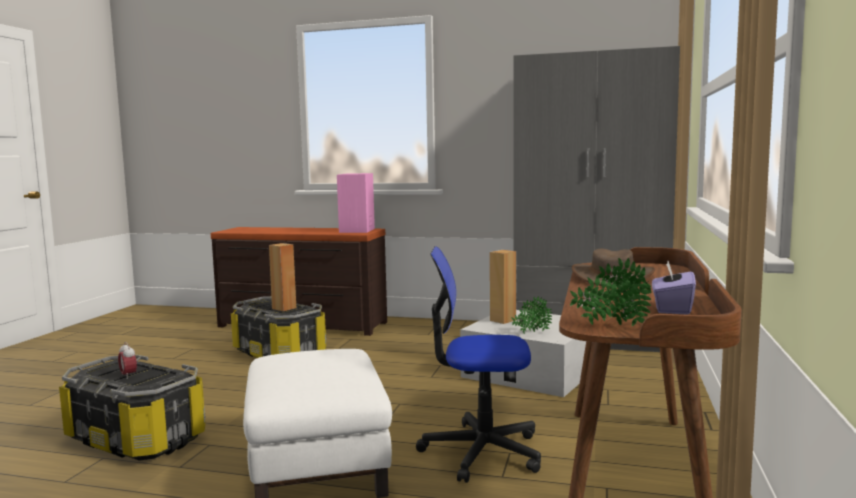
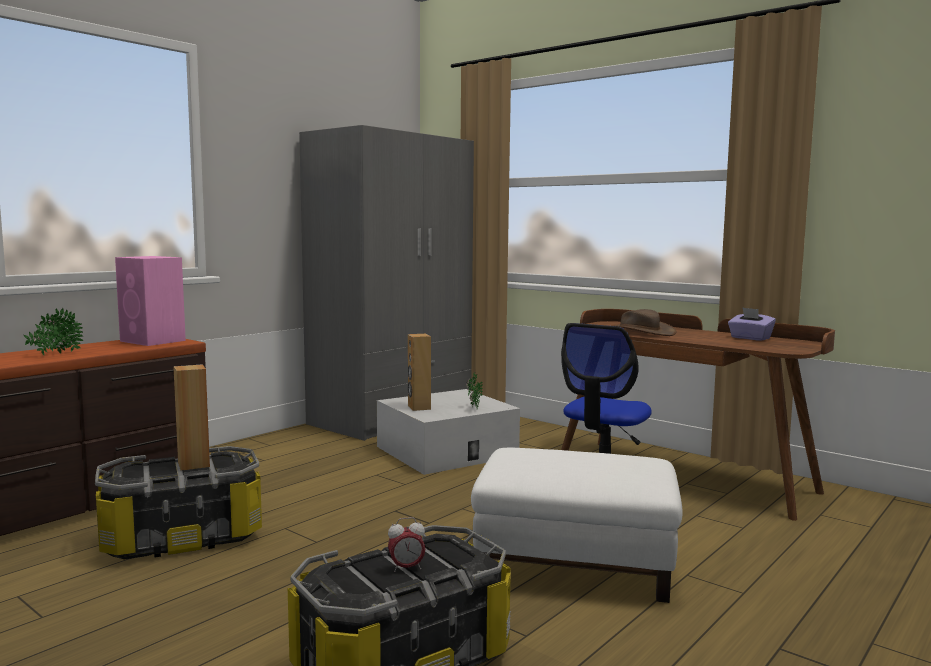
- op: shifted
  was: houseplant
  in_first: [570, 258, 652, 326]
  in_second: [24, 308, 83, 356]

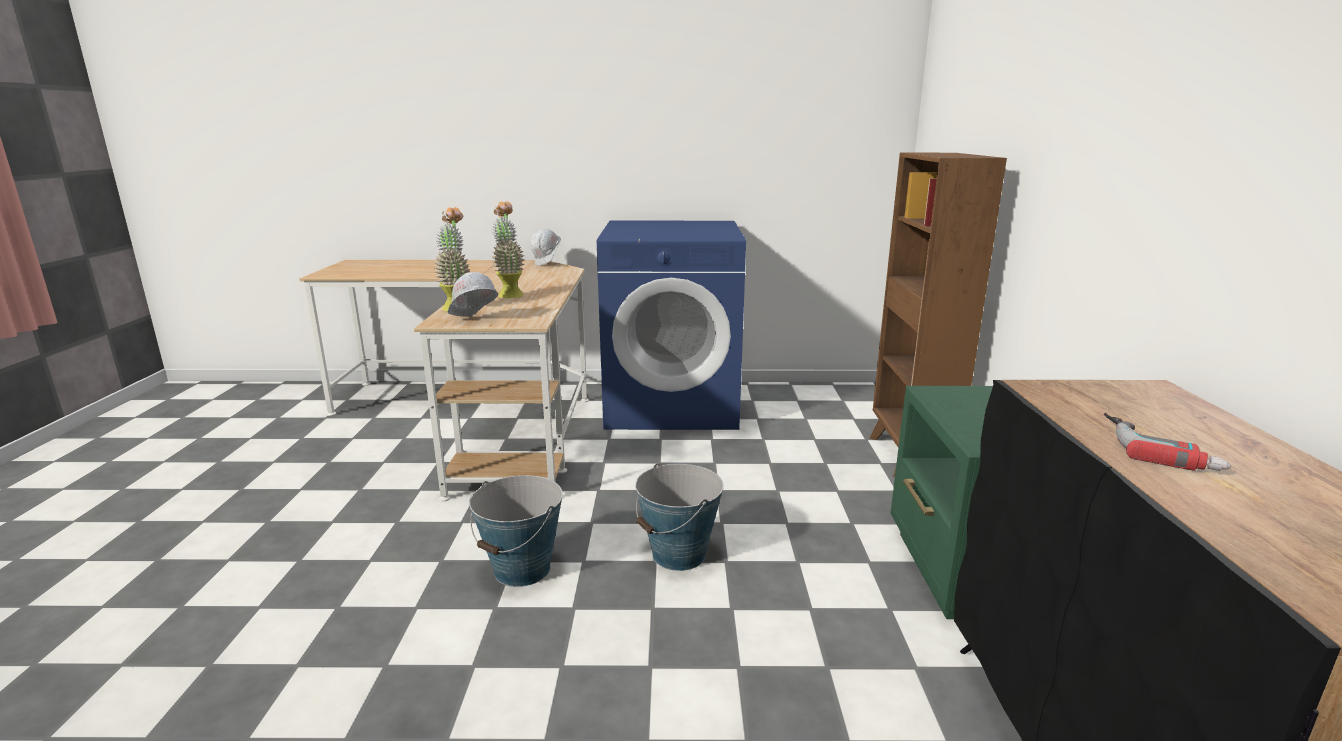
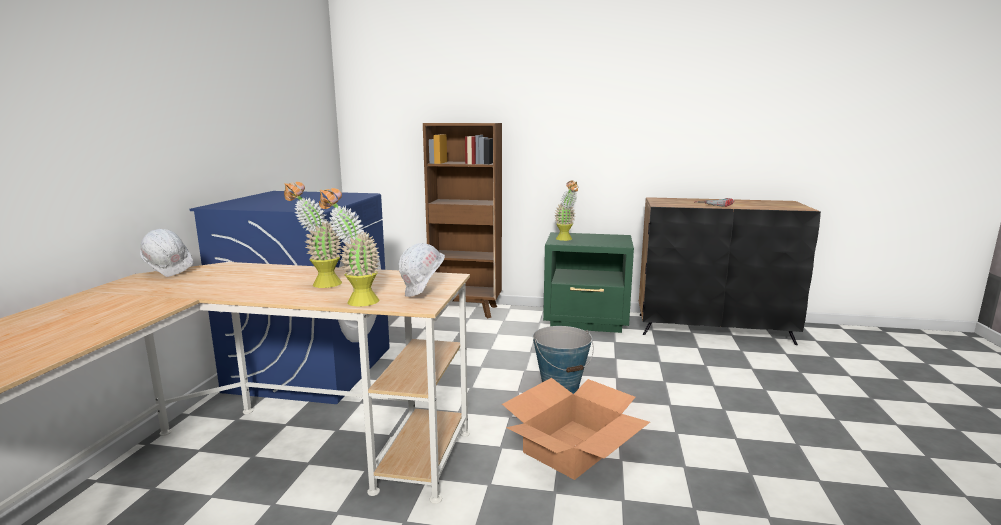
- op: swapped
  was: pail
  now: carton
  in_first: [469, 475, 563, 587]
  in_second: [502, 378, 650, 480]
- op: new
  now: houseplant
  in_second: [555, 180, 579, 241]

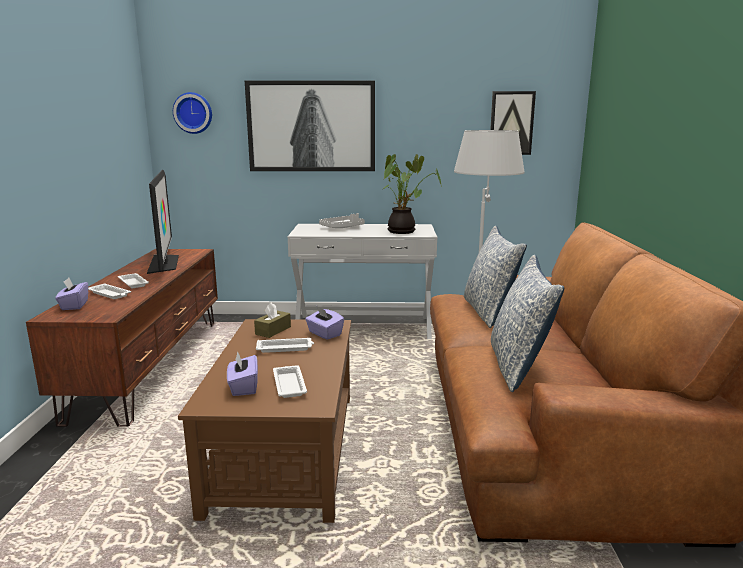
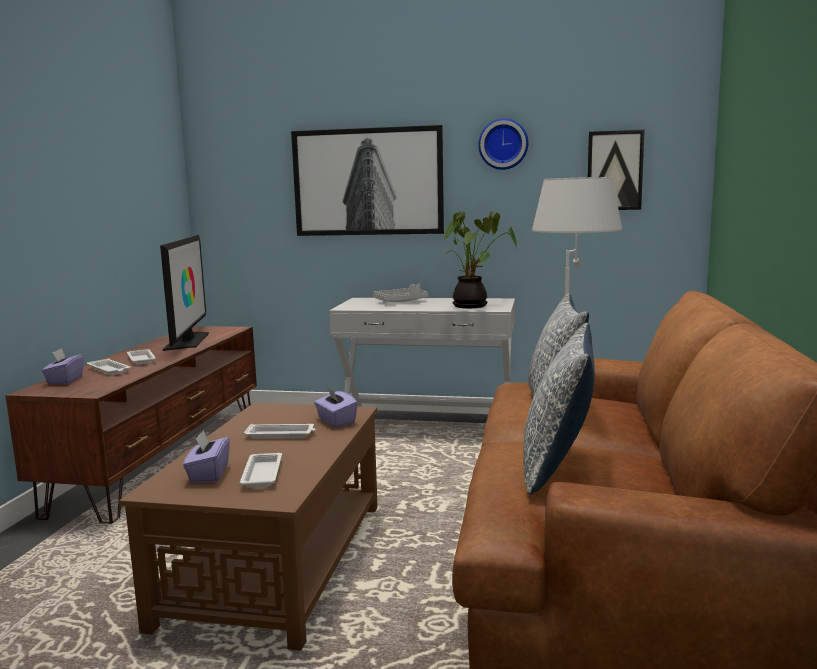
- op: shifted
  was: hanging clock
  in_first: [173, 92, 212, 134]
  in_second: [478, 118, 528, 170]
- op: gone
  was: box of tissues (brownish)
  in_first: [254, 303, 291, 338]

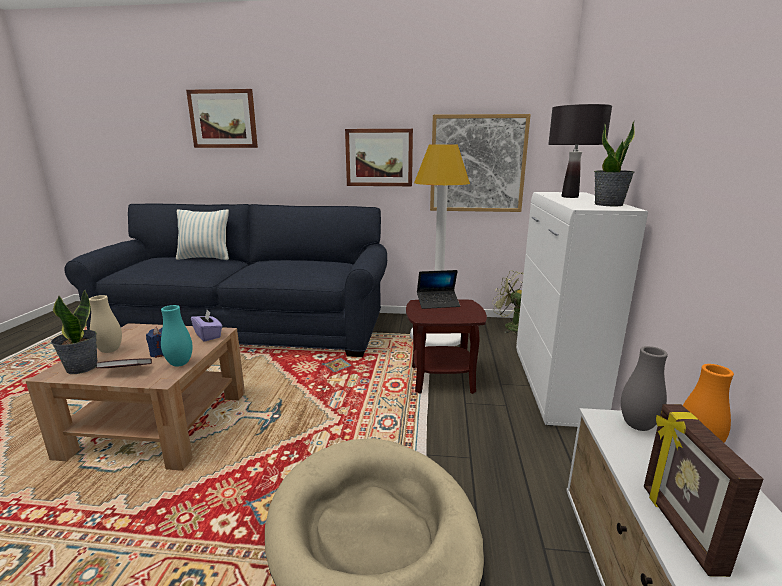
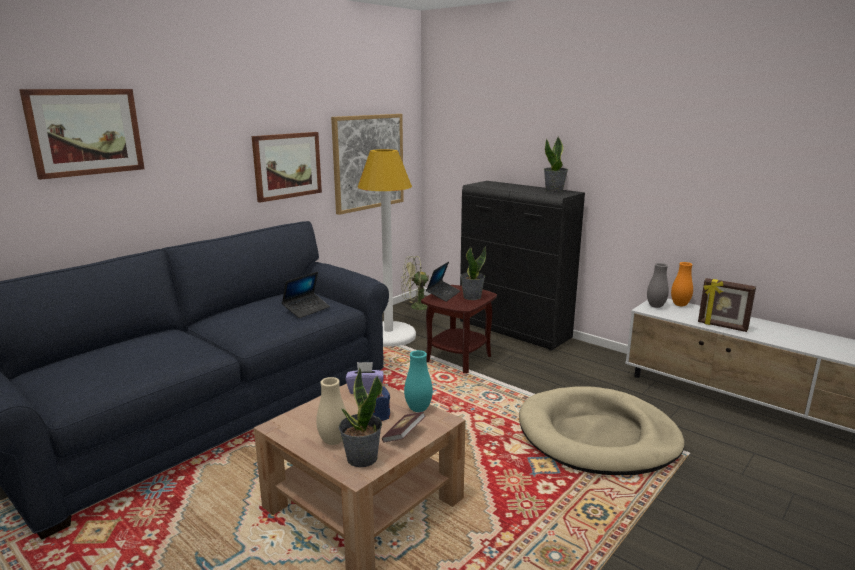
- op: gone
  was: throw pillow
  in_first: [176, 209, 229, 260]
- op: repainted
  was: storage cabinet (whitish)
  now: storage cabinet (black)
  in_first: [516, 192, 648, 427]
  in_second: [460, 181, 585, 351]
- op: gone
  was: table lamp (black)
  in_first: [548, 104, 612, 198]
- op: new
  now: laptop
  in_second: [282, 272, 330, 318]
- op: new
  now: houseplant
  in_second: [460, 246, 486, 300]

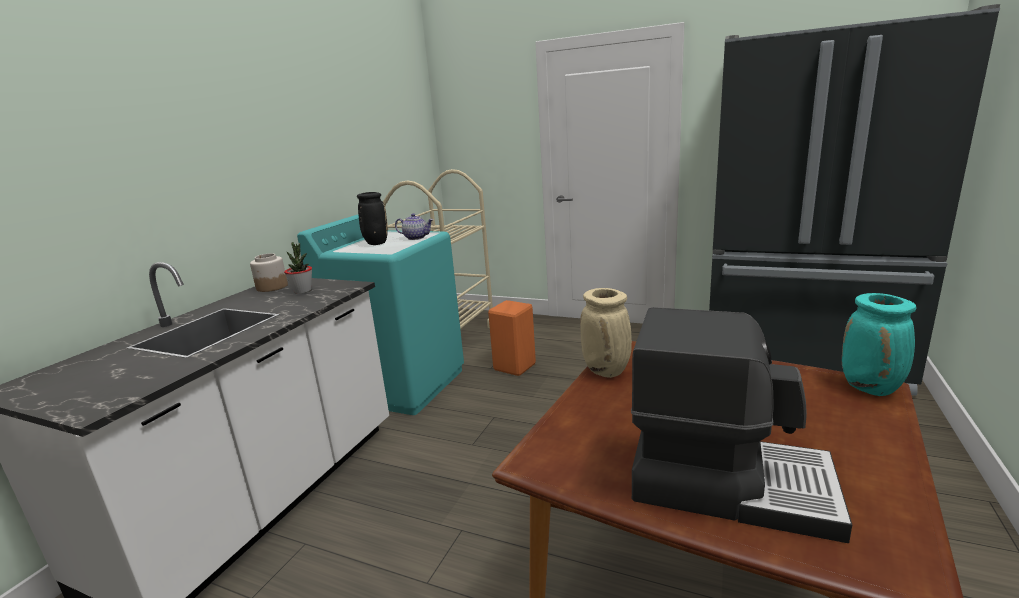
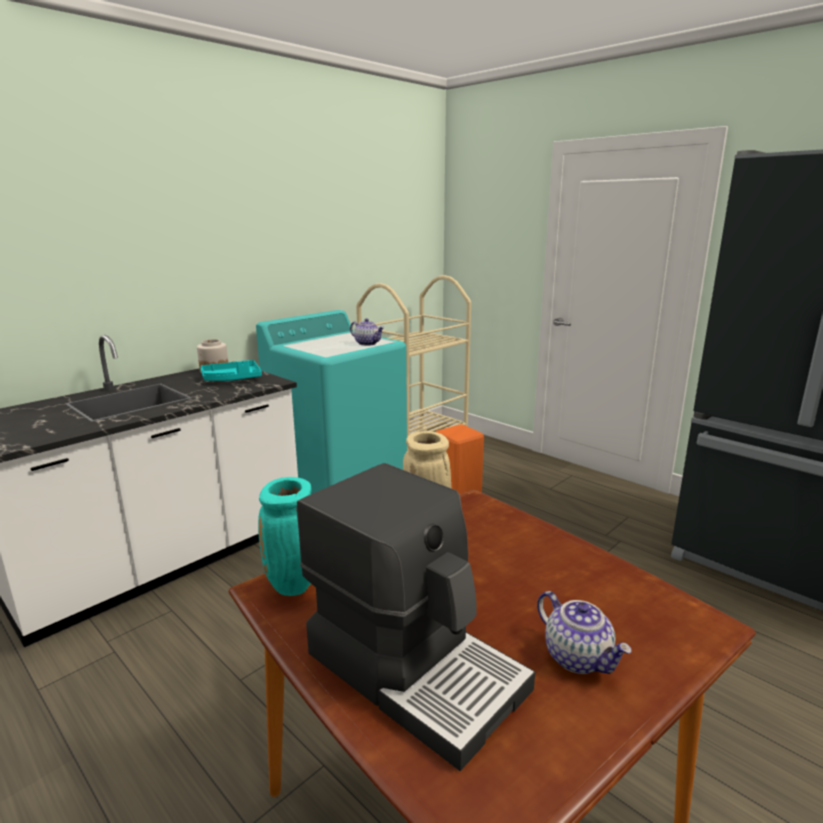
- op: swapped
  was: houseplant
  now: tray (turquoise)
  in_first: [284, 242, 312, 294]
  in_second: [201, 360, 262, 381]
- op: gone
  was: vase (black)
  in_first: [357, 192, 388, 245]
- op: shifted
  was: vase (turquoise)
  in_first: [842, 293, 916, 396]
  in_second: [258, 477, 312, 596]
- op: new
  now: tea pot
  in_second: [537, 591, 632, 674]

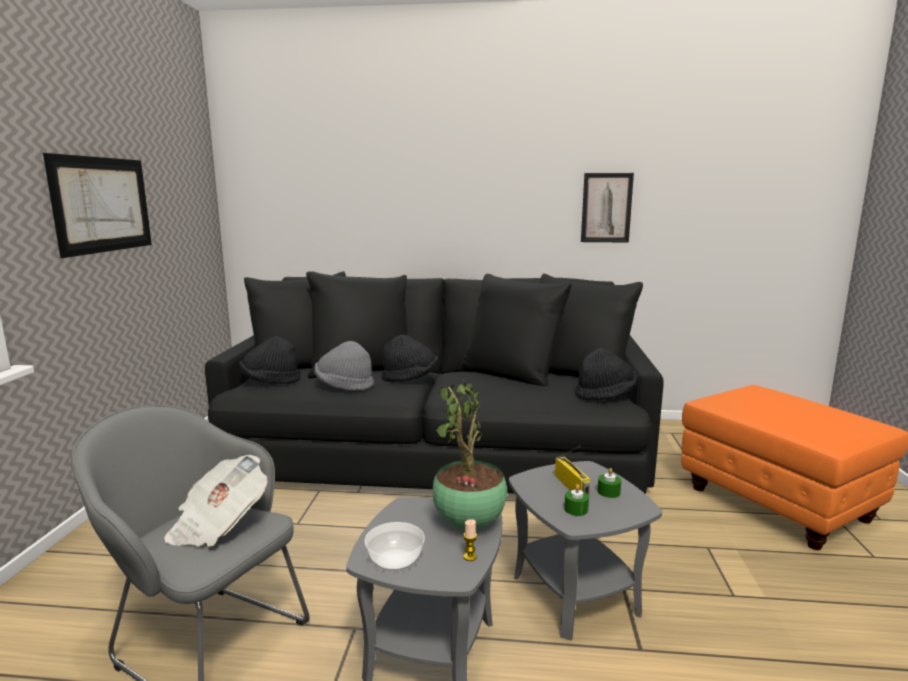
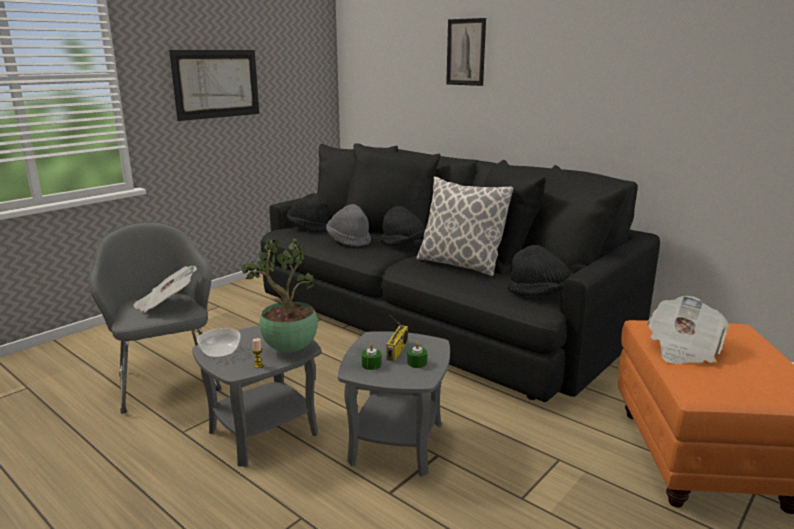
- op: shifted
  was: picture
  in_first: [581, 173, 634, 243]
  in_second: [446, 18, 486, 86]
- op: new
  now: throw pillow
  in_second: [416, 177, 514, 276]
- op: new
  now: printed paper
  in_second: [647, 296, 729, 364]

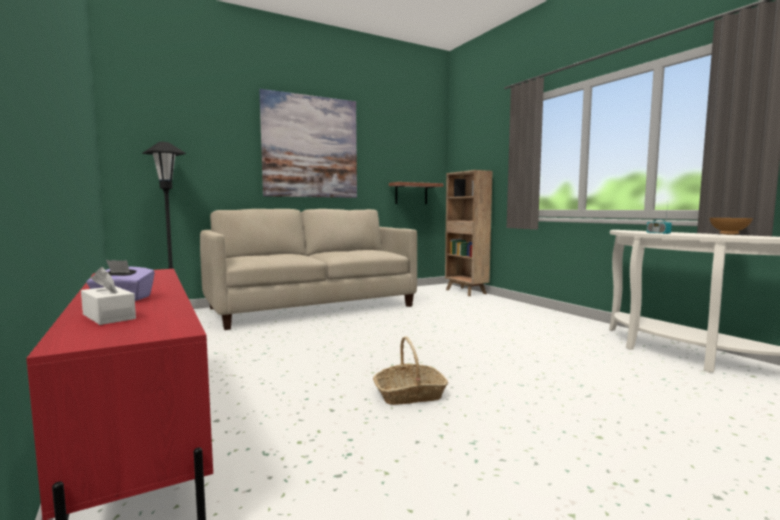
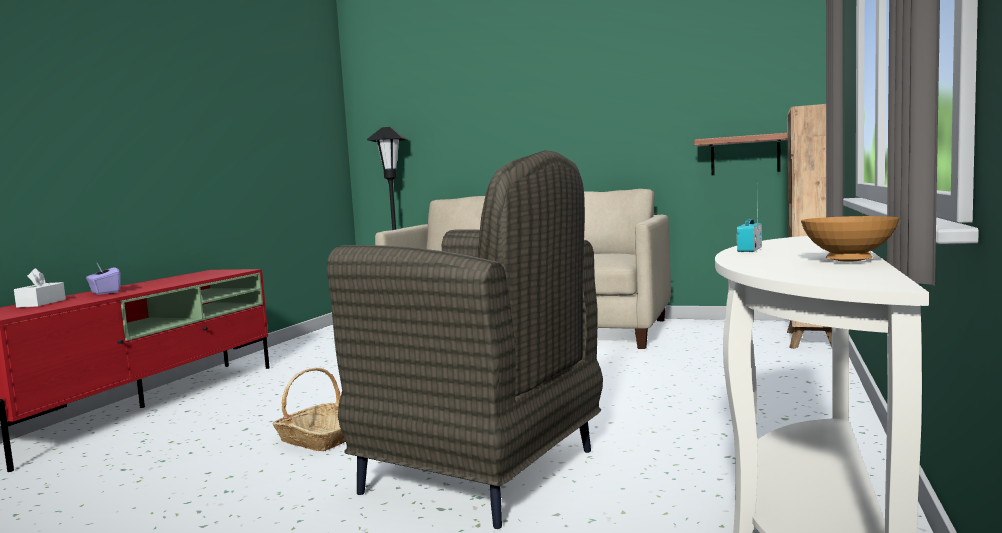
- op: gone
  was: picture
  in_first: [259, 89, 357, 198]
- op: new
  now: lounge chair (greyish)
  in_second: [327, 150, 603, 529]

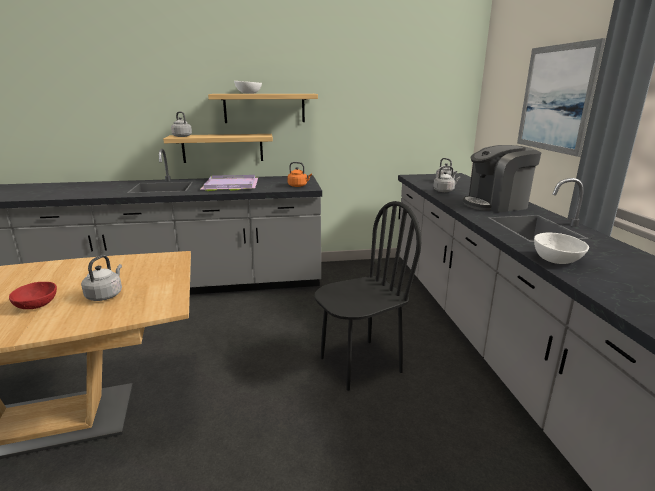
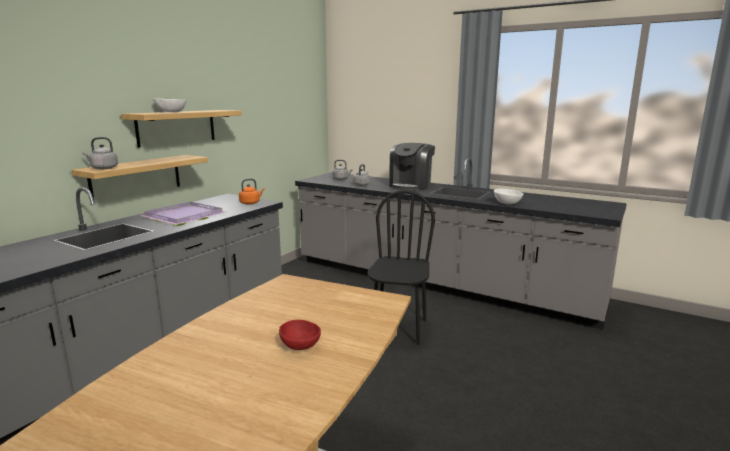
- op: gone
  was: kettle (greyish)
  in_first: [81, 255, 122, 301]
- op: gone
  was: picture
  in_first: [517, 38, 606, 157]

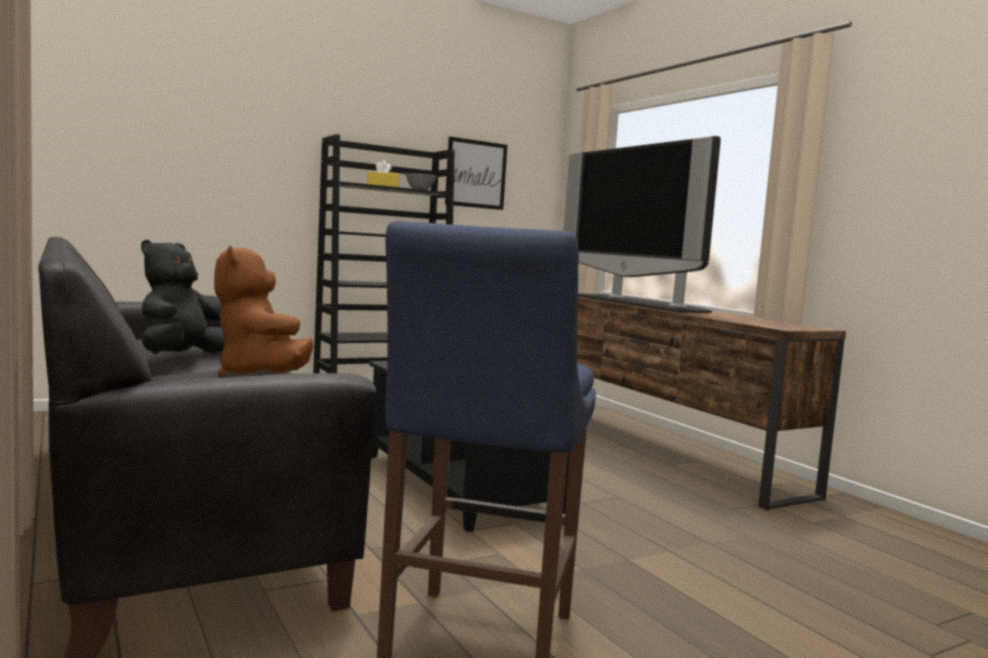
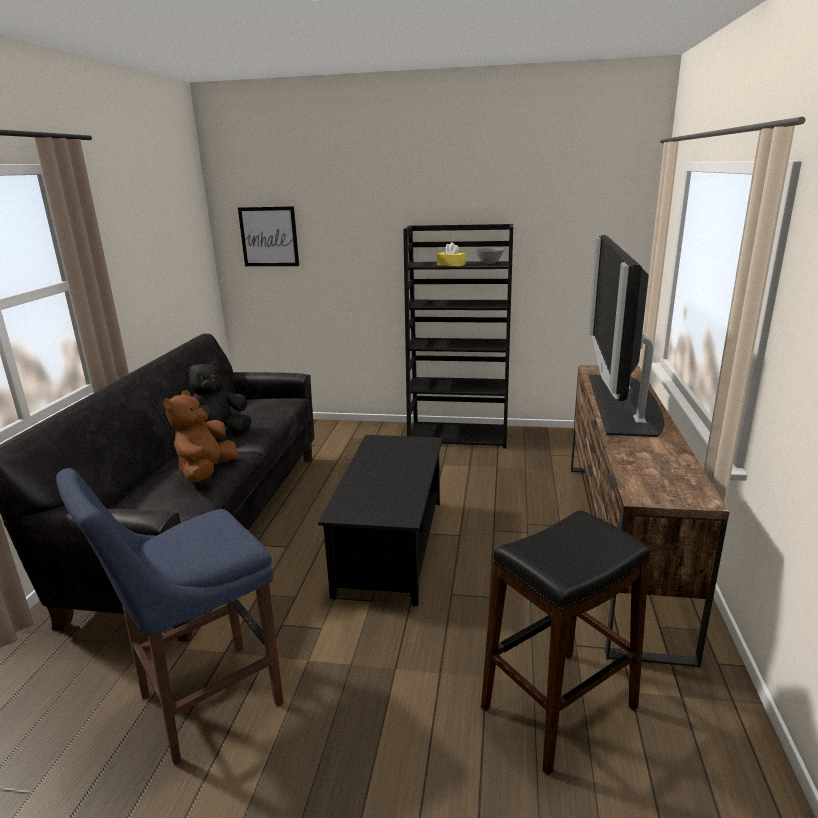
- op: shifted
  was: picture
  in_first: [445, 137, 507, 210]
  in_second: [238, 206, 299, 266]
- op: new
  now: sitting stool (black)
  in_second: [481, 511, 650, 776]

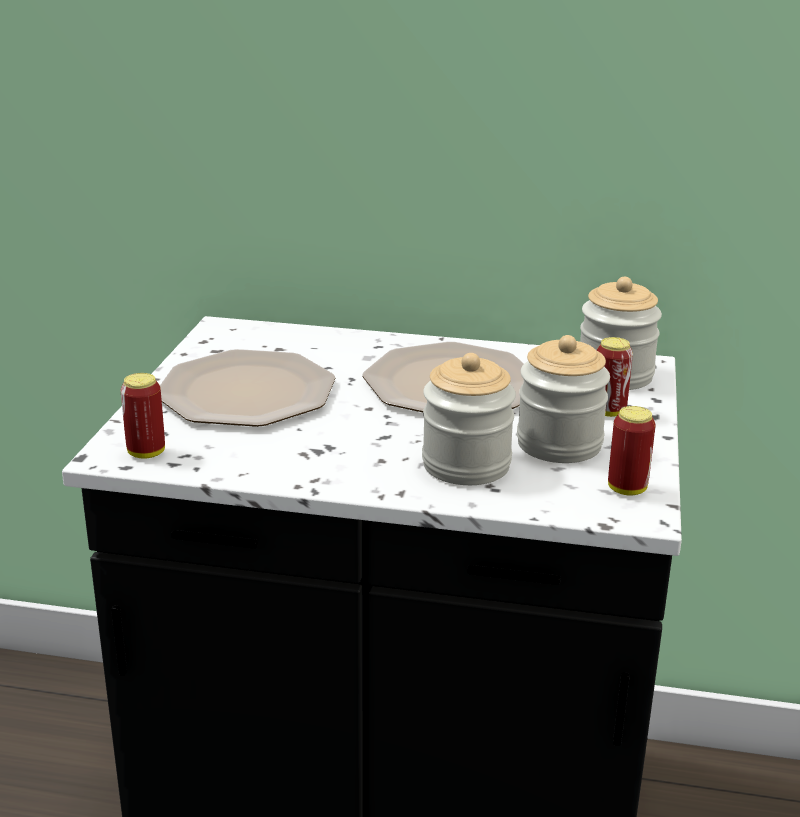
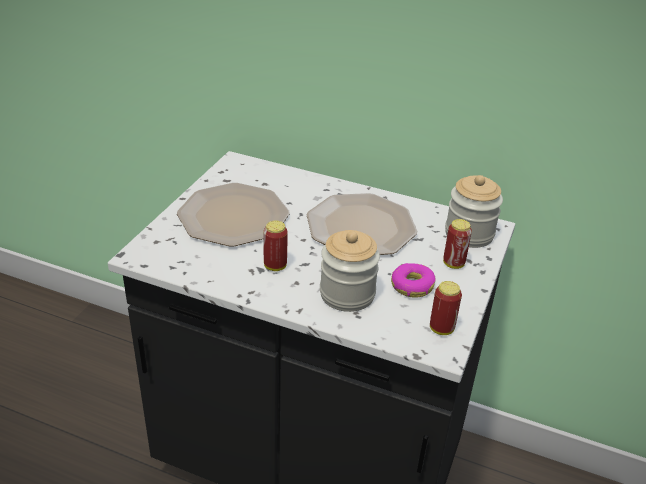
- op: shifted
  was: can
  in_first: [120, 373, 165, 459]
  in_second: [263, 221, 288, 271]
- op: swapped
  was: jar
  now: doughnut
  in_first: [517, 335, 610, 463]
  in_second: [391, 263, 436, 298]

